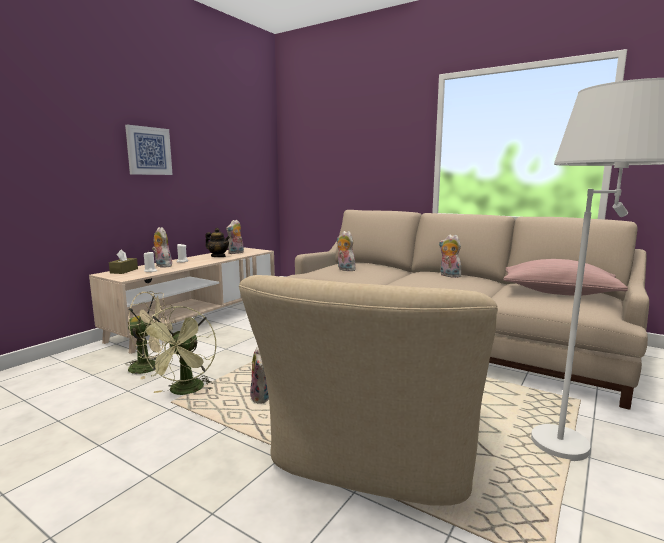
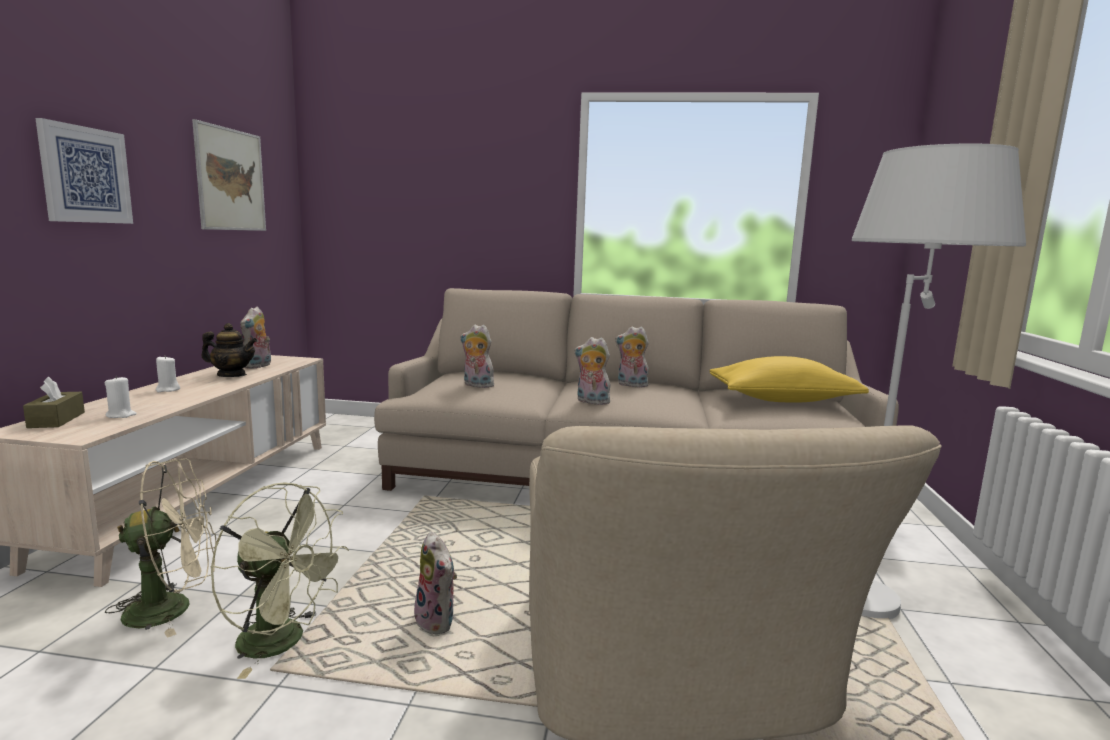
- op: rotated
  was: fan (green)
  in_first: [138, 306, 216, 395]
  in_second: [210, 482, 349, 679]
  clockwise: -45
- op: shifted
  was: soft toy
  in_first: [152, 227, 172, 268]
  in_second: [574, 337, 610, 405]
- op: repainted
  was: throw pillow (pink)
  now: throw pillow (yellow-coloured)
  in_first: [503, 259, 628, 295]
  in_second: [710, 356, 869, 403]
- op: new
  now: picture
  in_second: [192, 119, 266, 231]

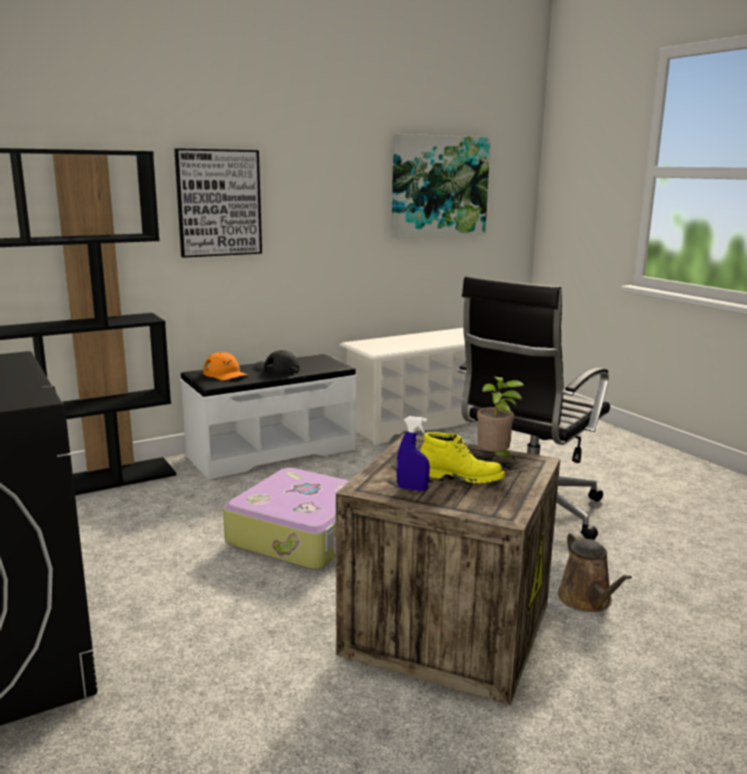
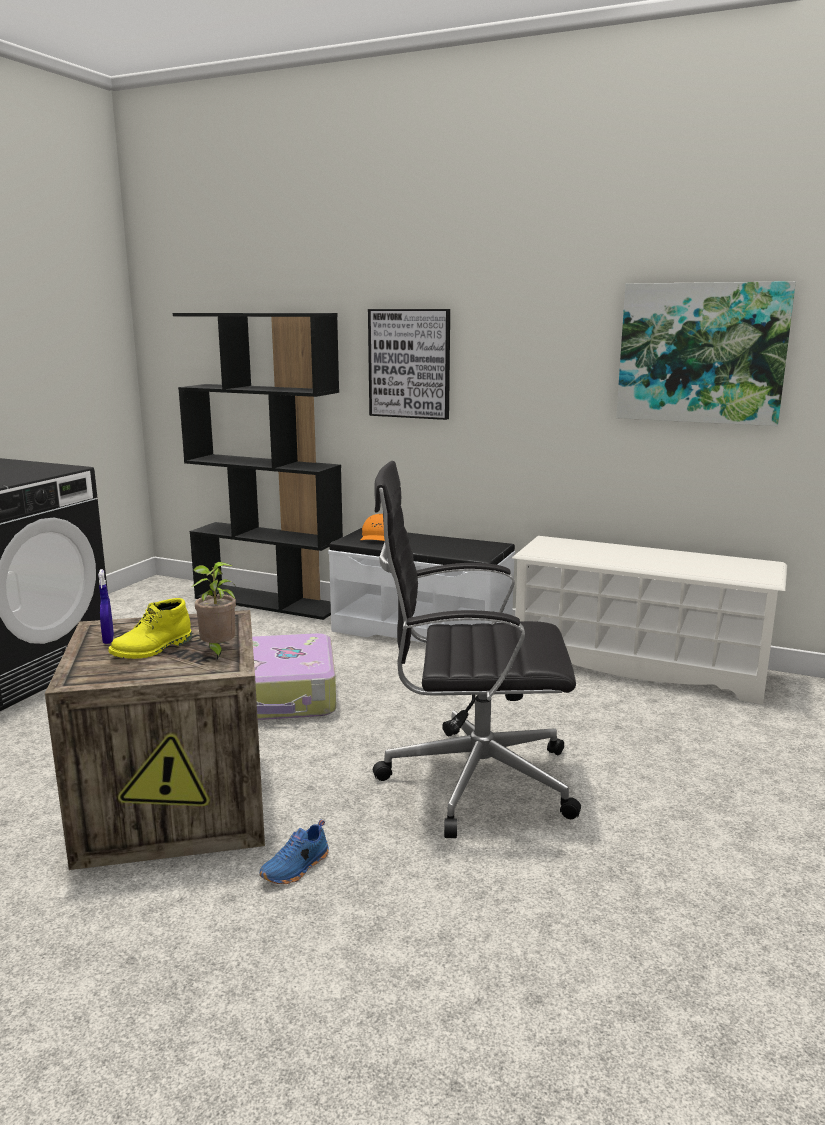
- op: gone
  was: baseball cap (black)
  in_first: [253, 350, 300, 375]
- op: rotated
  was: tall boot (yellow-coloured)
  in_first: [420, 432, 505, 483]
  in_second: [109, 598, 192, 659]
  clockwise: 60
- op: swapped
  was: watering pot (brownish)
  now: item of footwear (bluish)
  in_first: [558, 532, 632, 612]
  in_second: [260, 819, 329, 884]

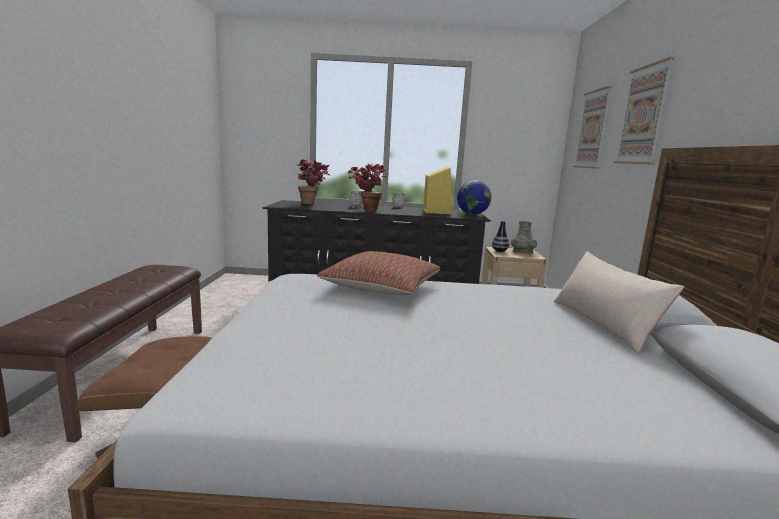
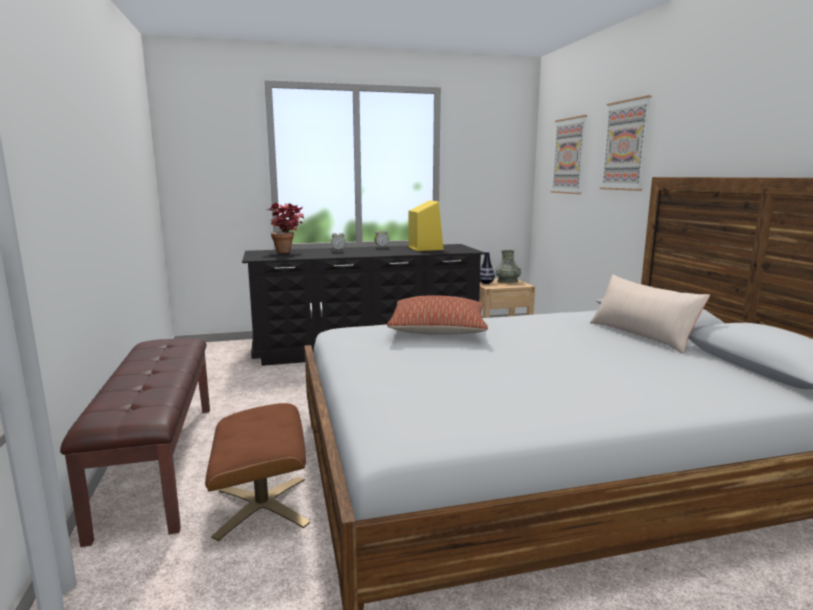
- op: gone
  was: houseplant
  in_first: [348, 164, 389, 212]
- op: gone
  was: globe
  in_first: [457, 180, 491, 215]

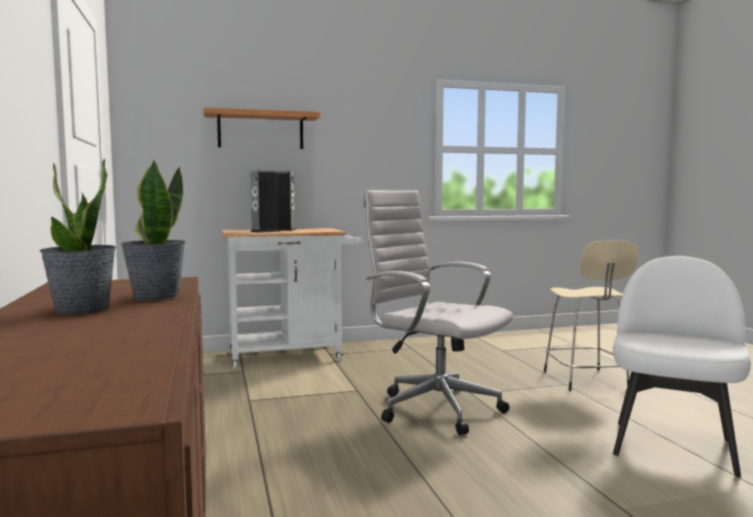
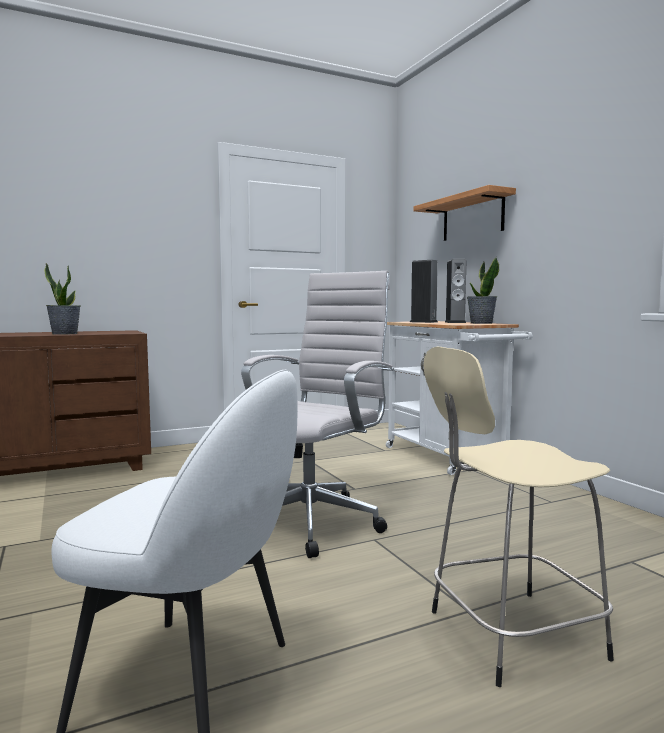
- op: shifted
  was: houseplant
  in_first: [40, 159, 116, 315]
  in_second: [467, 257, 499, 324]

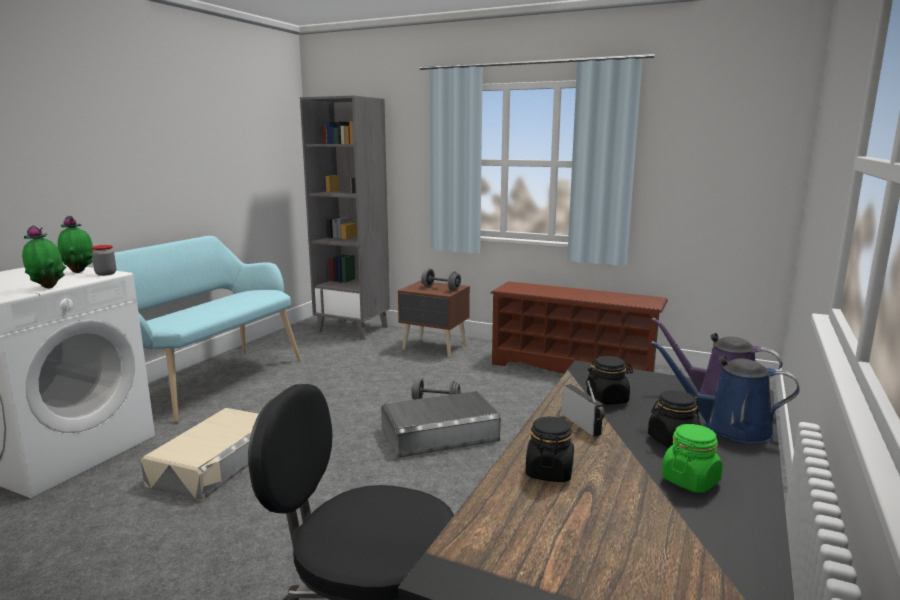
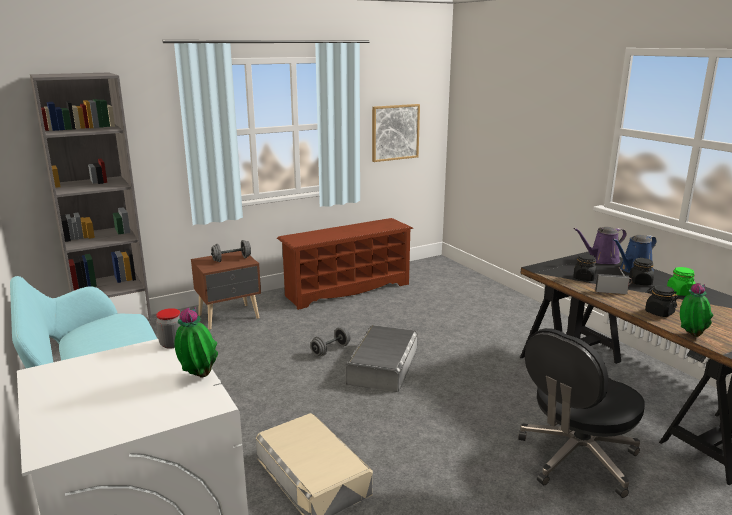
- op: shifted
  was: houseplant
  in_first: [58, 216, 94, 273]
  in_second: [680, 283, 714, 337]
- op: new
  now: picture
  in_second: [372, 104, 420, 162]

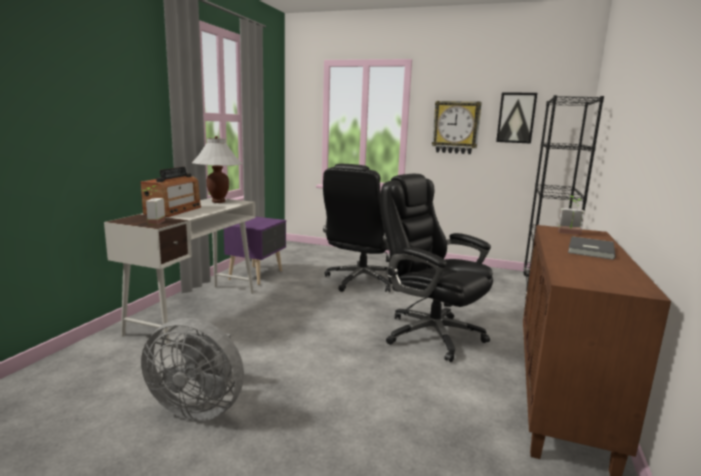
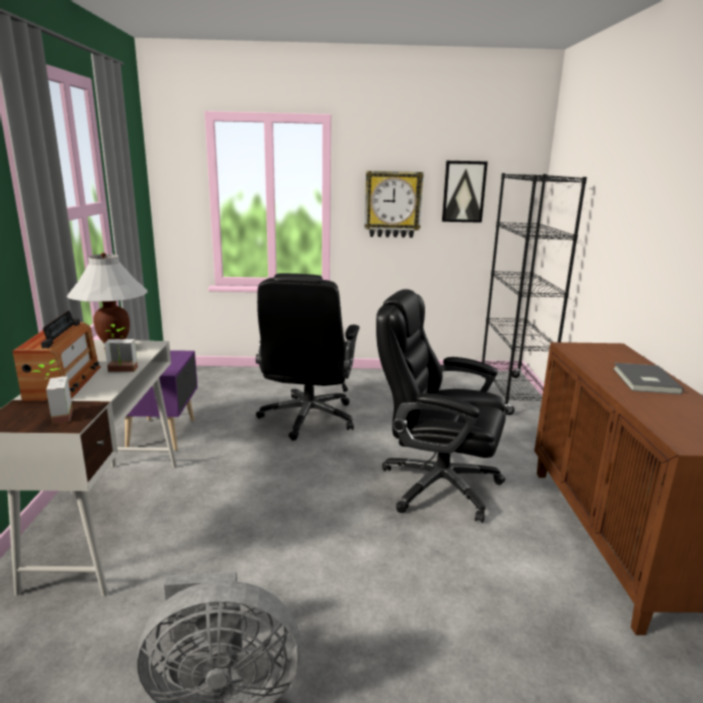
- op: shifted
  was: houseplant
  in_first: [558, 196, 585, 235]
  in_second: [104, 324, 138, 372]

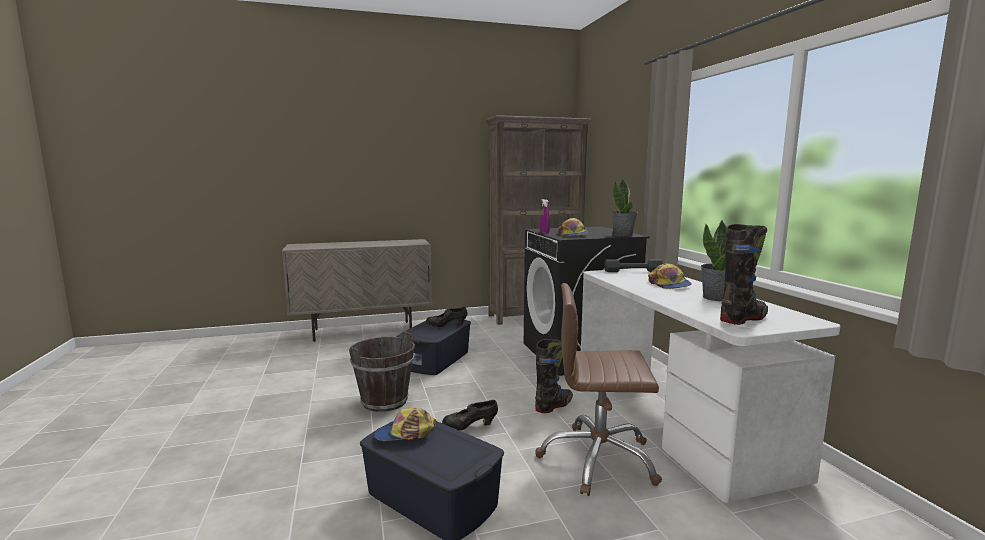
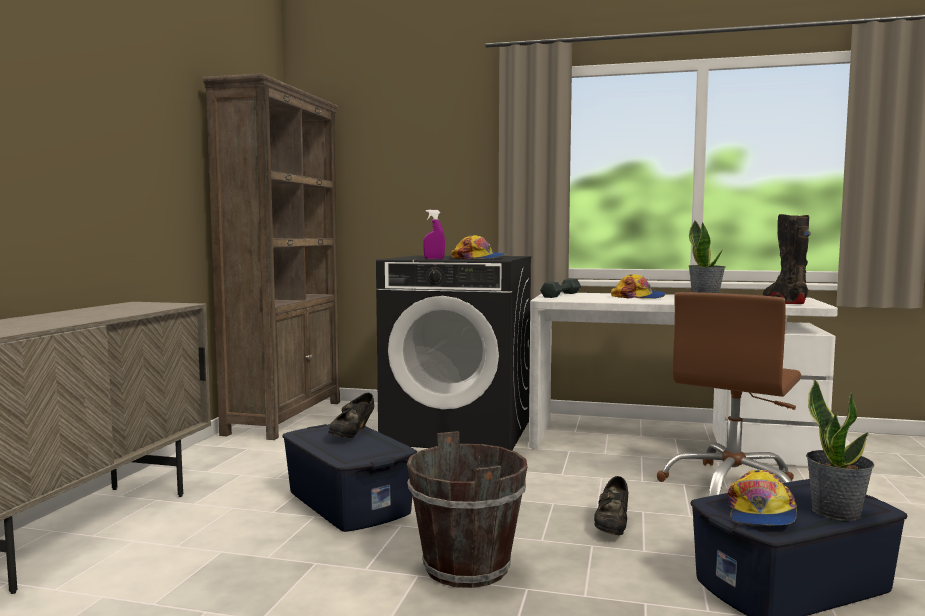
- op: gone
  was: tall boot (black)
  in_first: [535, 339, 573, 413]
- op: shifted
  was: houseplant
  in_first: [611, 178, 638, 236]
  in_second: [806, 379, 874, 521]

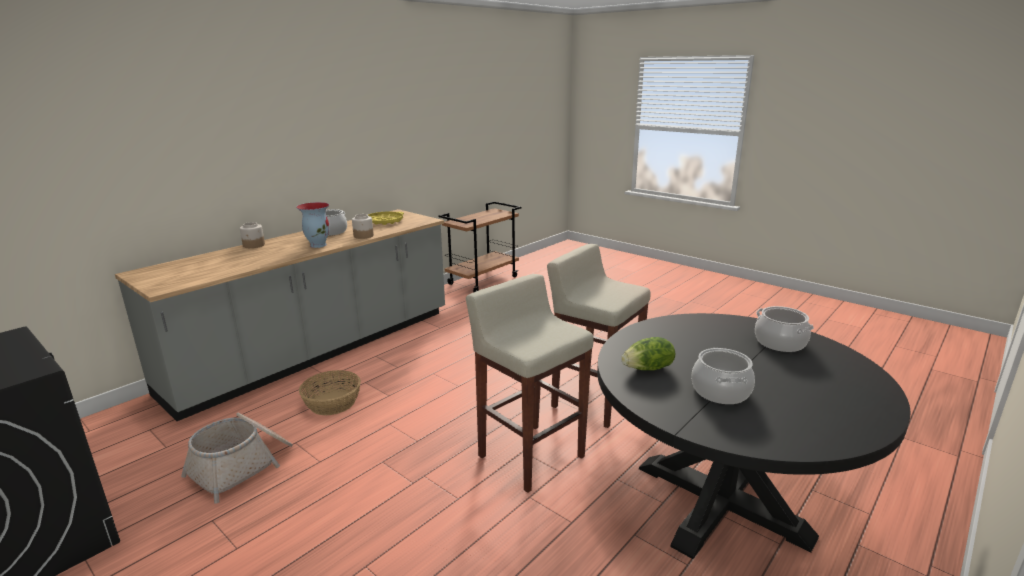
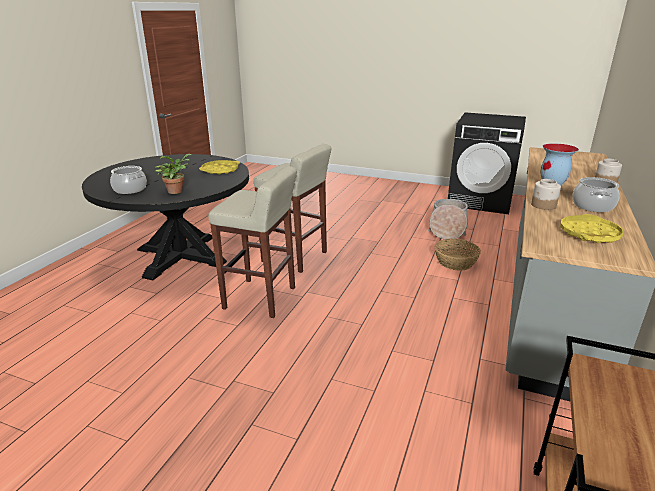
- op: swapped
  was: head of lettuce
  now: tray (yellow-coloured)
  in_first: [621, 337, 675, 371]
  in_second: [199, 160, 240, 175]
- op: gone
  was: saucepot
  in_first: [691, 348, 755, 404]
- op: new
  now: houseplant
  in_second: [155, 154, 192, 194]

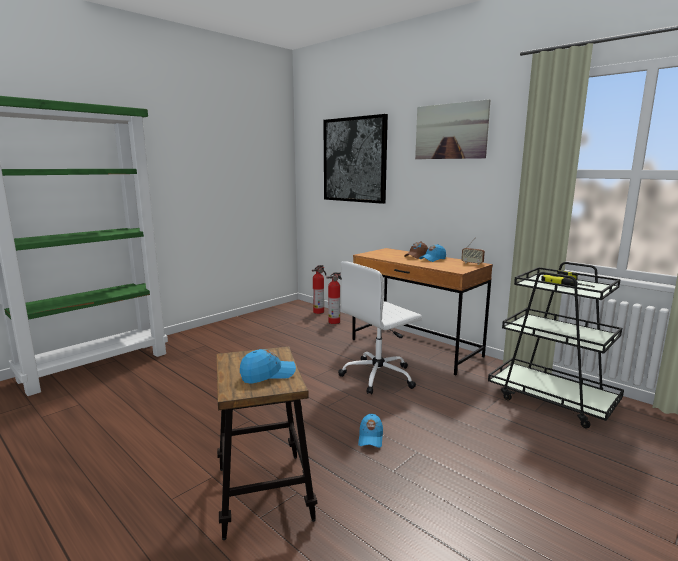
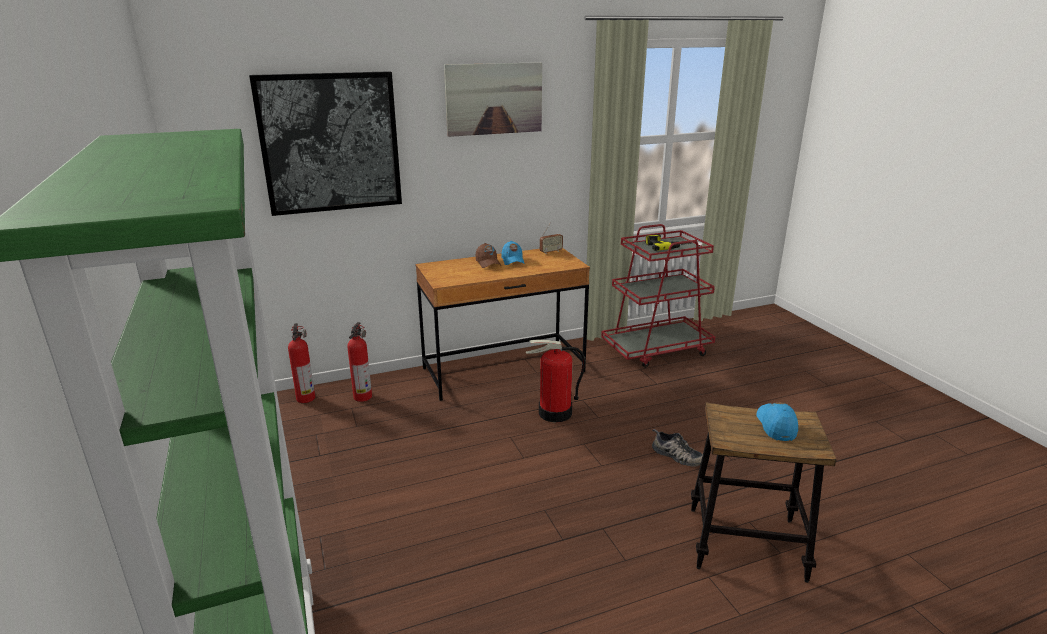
- op: swapped
  was: computer chair (whitish)
  now: fire-fighting cylinder
  in_first: [338, 261, 422, 395]
  in_second: [526, 339, 586, 422]
- op: swapped
  was: baseball cap (bluish)
  now: item of footwear
  in_first: [358, 414, 383, 448]
  in_second: [652, 429, 703, 467]
- op: repainted
  was: cart (black)
  now: cart (red-coloured)
  in_first: [488, 262, 624, 428]
  in_second: [601, 224, 715, 368]

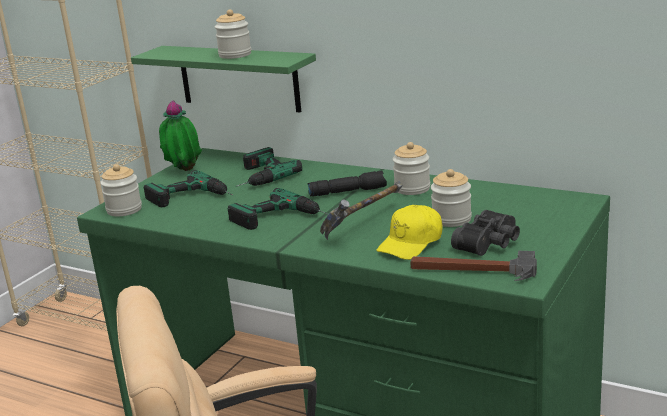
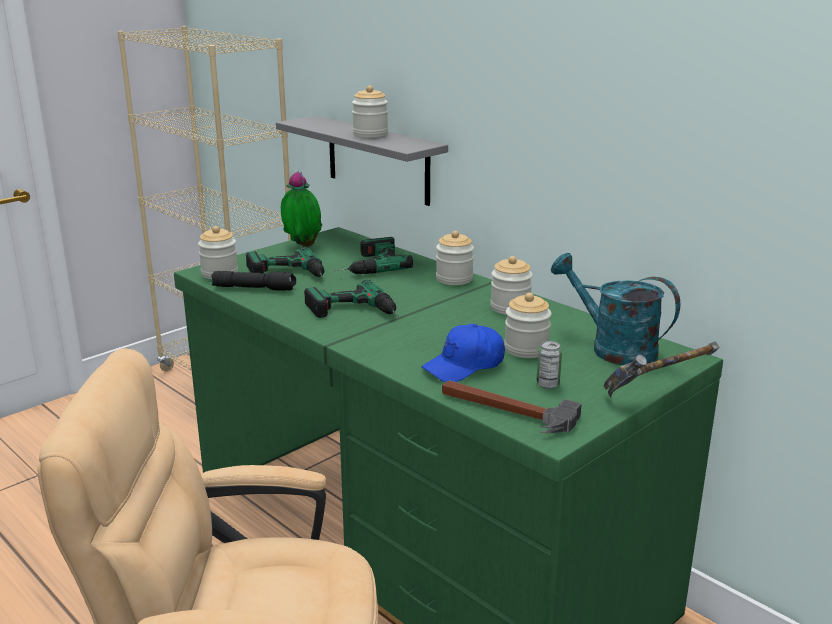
- op: repainted
  was: shelf (green)
  now: shelf (greyish)
  in_first: [131, 46, 316, 113]
  in_second: [276, 116, 448, 206]
- op: shifted
  was: torch (black)
  in_first: [308, 171, 387, 197]
  in_second: [211, 271, 296, 291]
- op: shifted
  was: hand hammer
  in_first: [320, 181, 403, 240]
  in_second: [604, 341, 719, 398]
- op: repainted
  was: baseball cap (yellow-coloured)
  now: baseball cap (bluish)
  in_first: [376, 205, 442, 260]
  in_second: [422, 324, 505, 382]
- op: swapped
  was: field glasses (black)
  now: can
  in_first: [451, 210, 520, 256]
  in_second: [536, 341, 562, 389]
- op: new
  now: jar
  in_second: [436, 231, 474, 285]
- op: new
  now: watering pot (turquoise)
  in_second: [551, 253, 680, 365]

